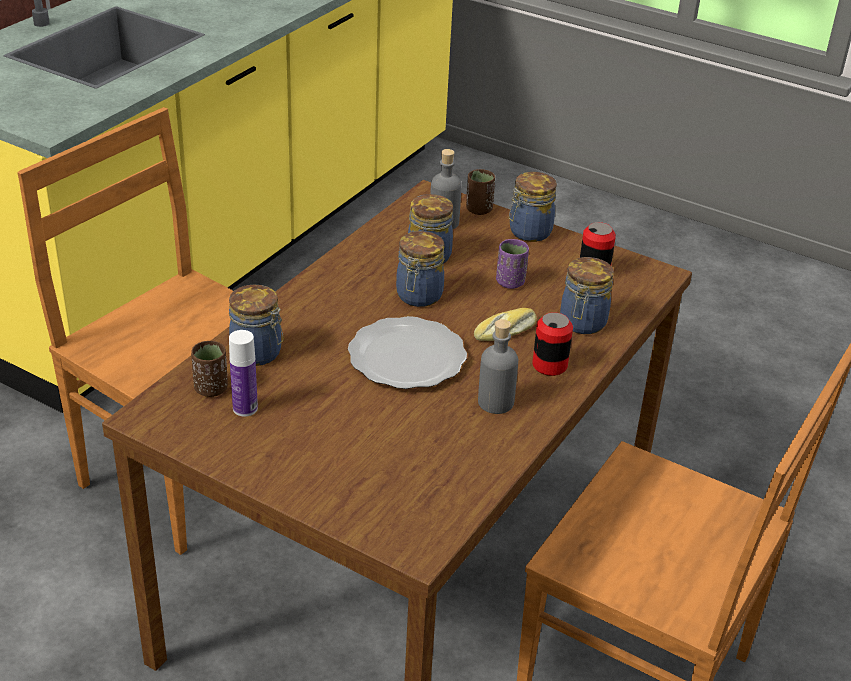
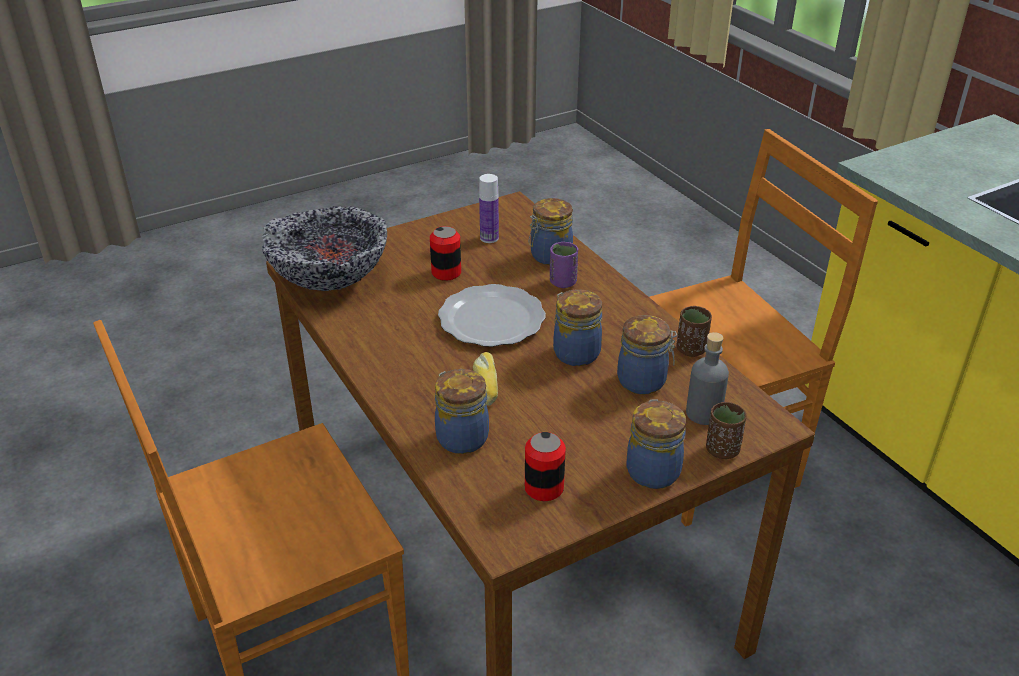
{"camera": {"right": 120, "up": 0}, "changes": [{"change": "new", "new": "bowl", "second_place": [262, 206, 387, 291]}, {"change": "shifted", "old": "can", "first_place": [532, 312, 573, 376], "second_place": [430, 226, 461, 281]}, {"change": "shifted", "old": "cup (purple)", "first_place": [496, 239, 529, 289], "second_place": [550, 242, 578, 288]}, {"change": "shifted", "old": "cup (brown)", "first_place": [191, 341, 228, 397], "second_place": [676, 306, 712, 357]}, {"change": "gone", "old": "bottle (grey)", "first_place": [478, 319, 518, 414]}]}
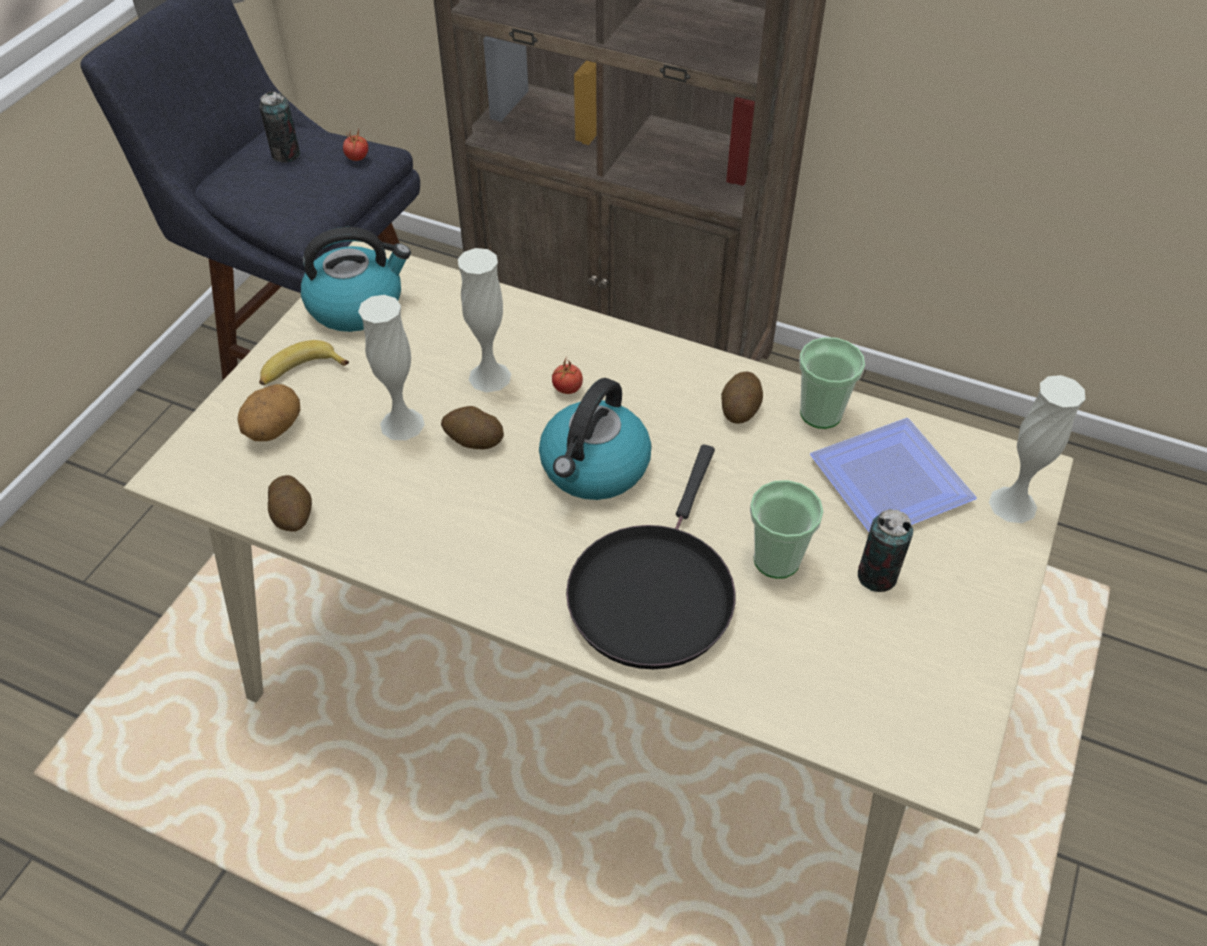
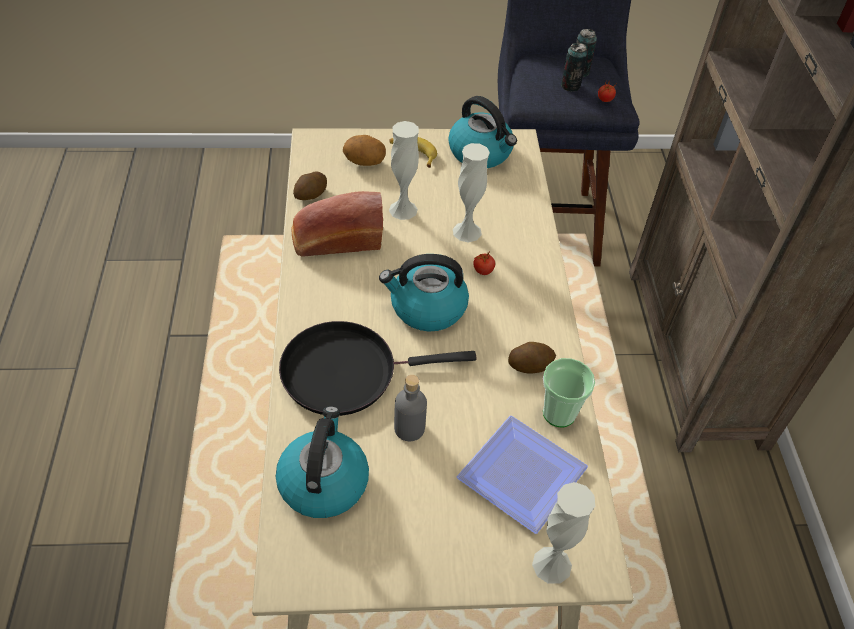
{"camera": {"right": 60, "up": 0}, "changes": [{"change": "new", "new": "kettle", "second_place": [276, 406, 369, 518]}, {"change": "new", "new": "bread", "second_place": [291, 191, 383, 256]}, {"change": "swapped", "old": "cup", "new": "bottle (grey)", "first_place": [750, 480, 824, 579], "second_place": [394, 375, 427, 441]}, {"change": "shifted", "old": "can", "first_place": [858, 509, 913, 592], "second_place": [561, 43, 588, 92]}, {"change": "gone", "old": "potato", "first_place": [441, 406, 504, 449]}]}
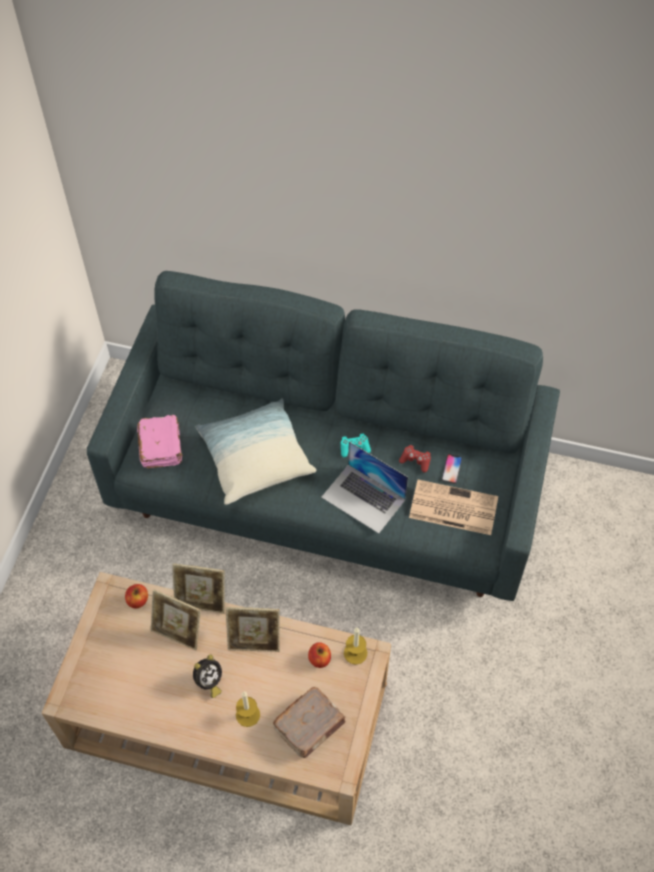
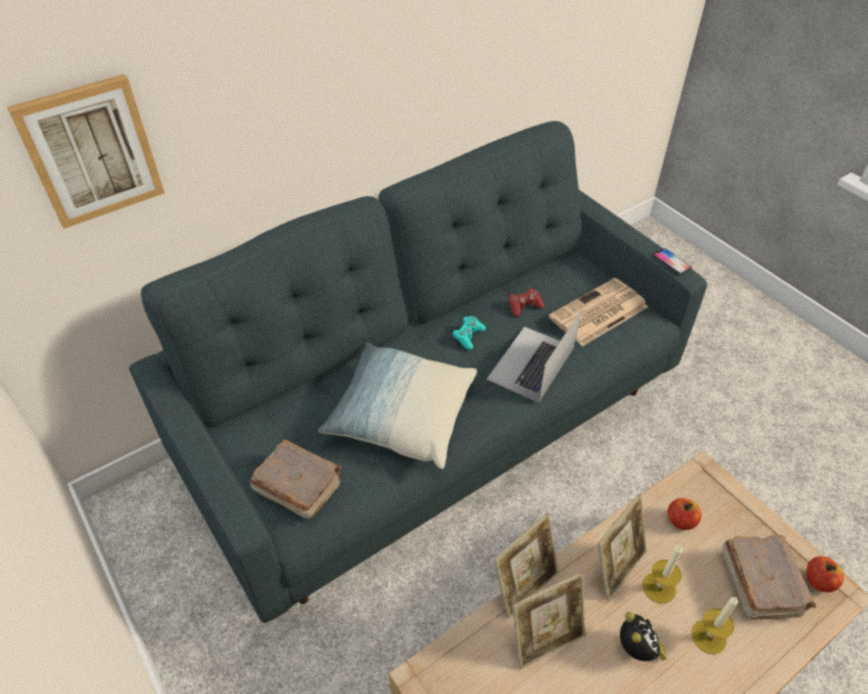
{"camera": {"right": -50, "up": -10}, "changes": [{"change": "new", "new": "picture", "second_place": [7, 74, 165, 229]}, {"change": "repainted", "old": "book (pink)", "new": "book (brown)", "first_place": [137, 415, 182, 469], "second_place": [250, 439, 342, 519]}, {"change": "rotated", "old": "laptop", "first_place": [321, 441, 408, 534], "second_place": [487, 310, 582, 403], "degrees": 135}, {"change": "shifted", "old": "candle", "first_place": [344, 628, 368, 665], "second_place": [642, 545, 682, 604]}, {"change": "shifted", "old": "phone", "first_place": [441, 454, 462, 484], "second_place": [653, 248, 692, 274]}, {"change": "shifted", "old": "apple", "first_place": [125, 584, 148, 609], "second_place": [806, 556, 844, 592]}]}
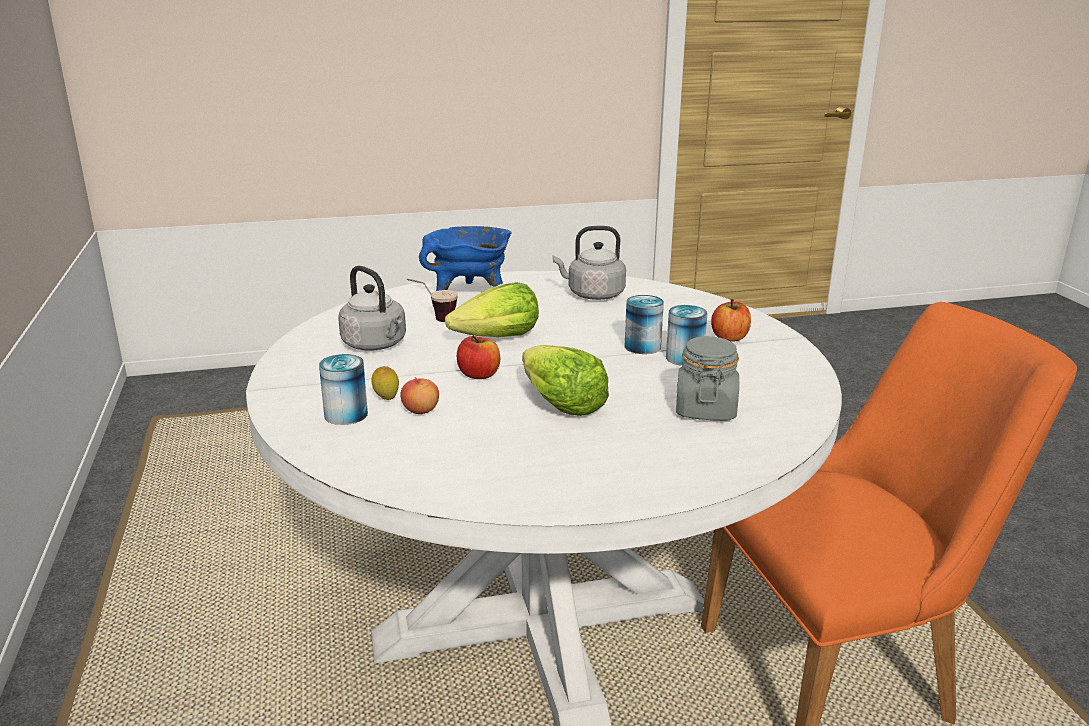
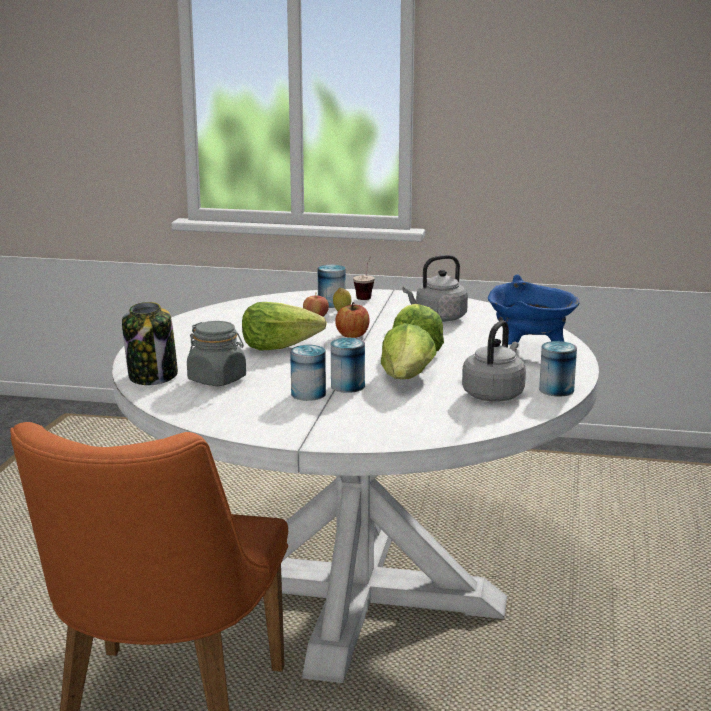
{"camera": {"right": 115, "up": -5}, "changes": [{"change": "new", "new": "jar", "second_place": [122, 302, 178, 385]}, {"change": "shifted", "old": "cup", "first_place": [407, 279, 458, 322], "second_place": [353, 256, 375, 300]}, {"change": "new", "new": "lettuce", "second_place": [381, 323, 437, 379]}, {"change": "new", "new": "can", "second_place": [539, 341, 577, 397]}, {"change": "gone", "old": "apple", "first_place": [711, 299, 751, 342]}]}
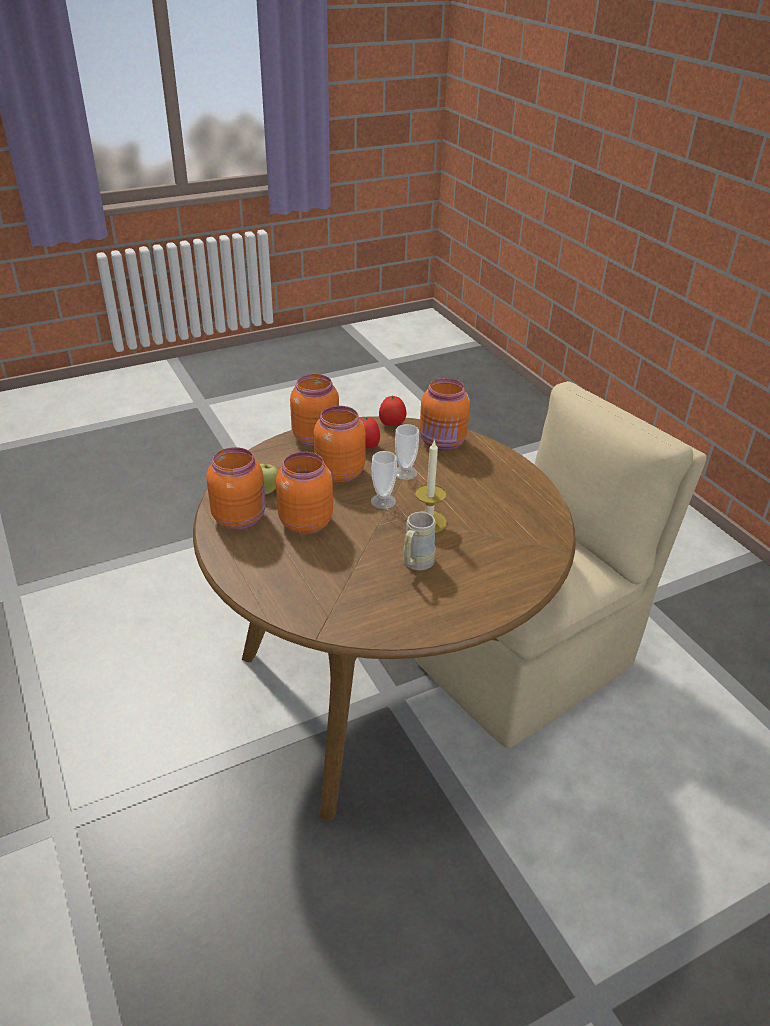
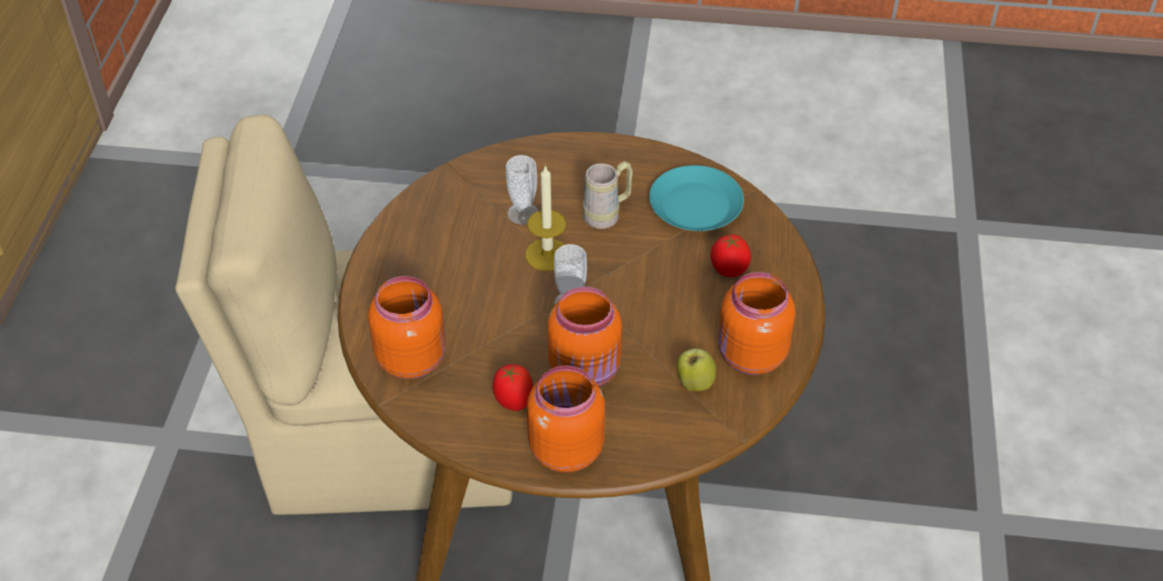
{"camera": {"right": -145, "up": 10}, "changes": [{"change": "shifted", "old": "cup", "first_place": [395, 424, 419, 480], "second_place": [506, 155, 538, 225]}, {"change": "new", "new": "plate (turquoise)", "second_place": [649, 165, 744, 231]}, {"change": "shifted", "old": "tomato", "first_place": [379, 395, 406, 426], "second_place": [710, 234, 751, 277]}, {"change": "gone", "old": "jar (orange)", "first_place": [276, 452, 333, 534]}]}
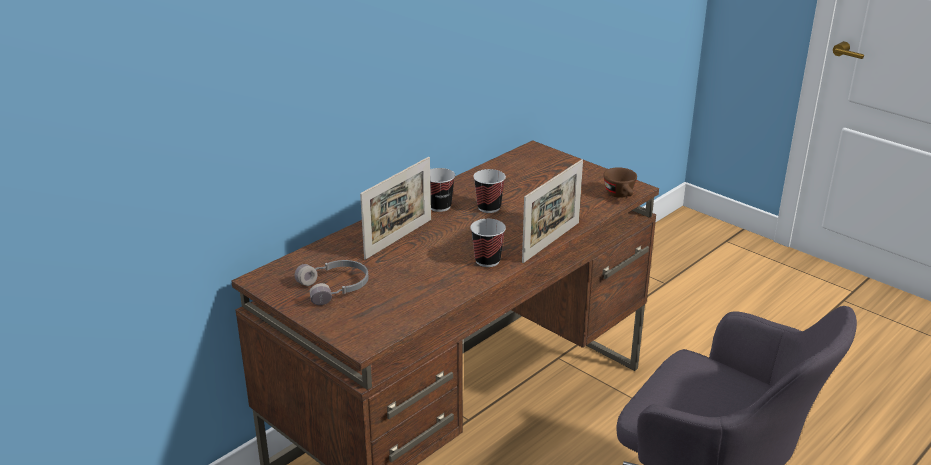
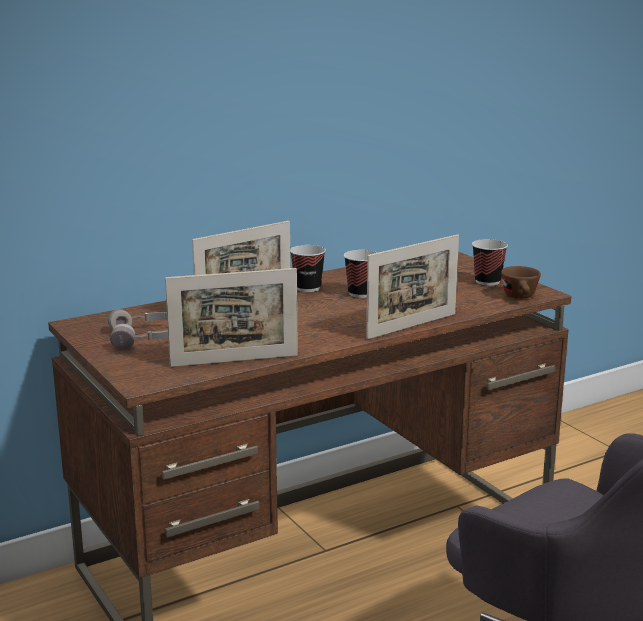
{"camera": {"right": 15, "up": -10}, "changes": [{"change": "new", "new": "picture frame", "second_place": [165, 268, 298, 367]}, {"change": "shifted", "old": "cup", "first_place": [470, 219, 506, 267], "second_place": [472, 239, 508, 286]}]}
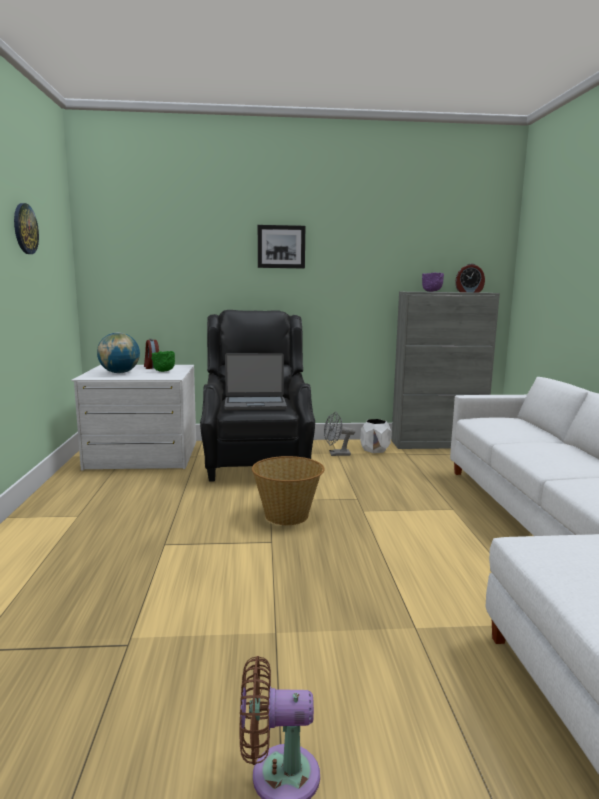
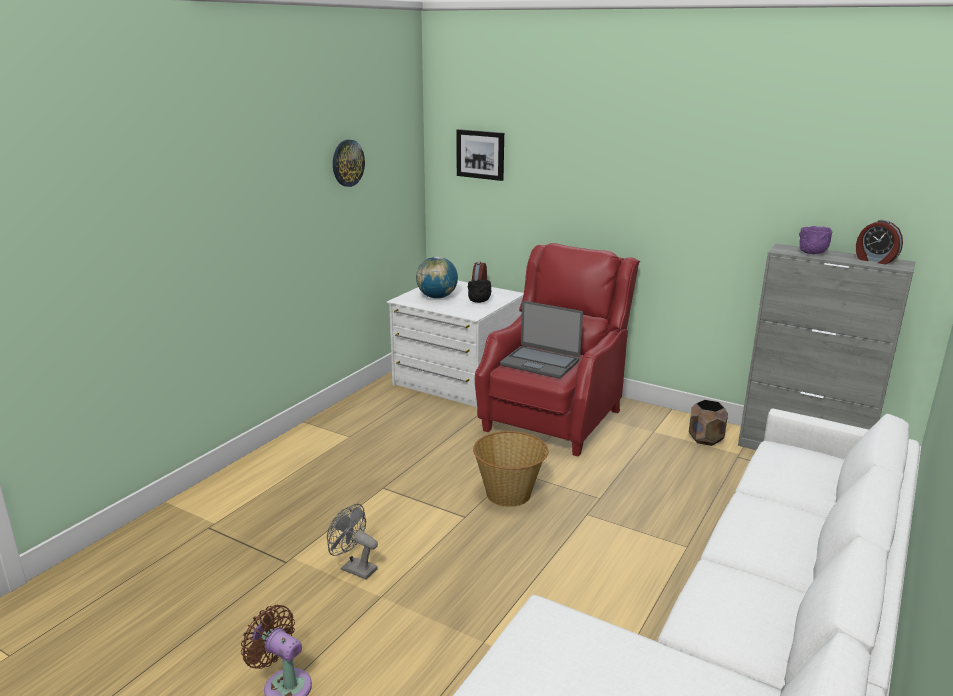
{"camera": {"right": 35, "up": 10}, "changes": [{"change": "shifted", "old": "fan (grey)", "first_place": [324, 412, 355, 456], "second_place": [327, 504, 378, 580]}, {"change": "shifted", "old": "picture", "first_place": [258, 225, 305, 268], "second_place": [456, 129, 504, 181]}, {"change": "repainted", "old": "bowl (green)", "new": "bowl (black)", "first_place": [151, 351, 175, 372], "second_place": [468, 279, 491, 303]}, {"change": "repainted", "old": "armchair (black)", "new": "armchair (red)", "first_place": [200, 310, 315, 482], "second_place": [475, 243, 640, 457]}, {"change": "repainted", "old": "planter (white)", "new": "planter (brown)", "first_place": [360, 419, 391, 453], "second_place": [689, 400, 728, 446]}]}
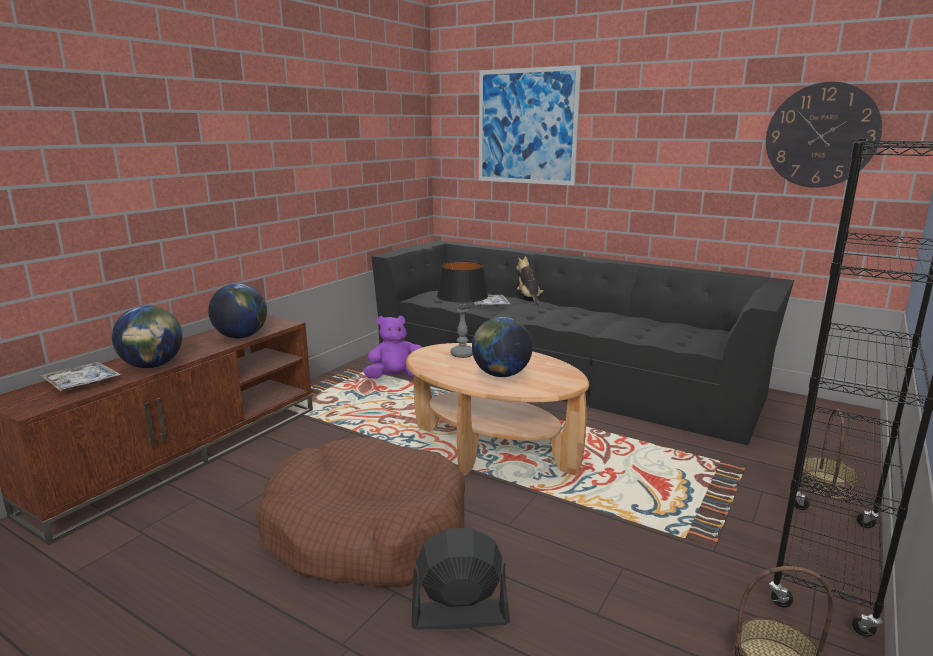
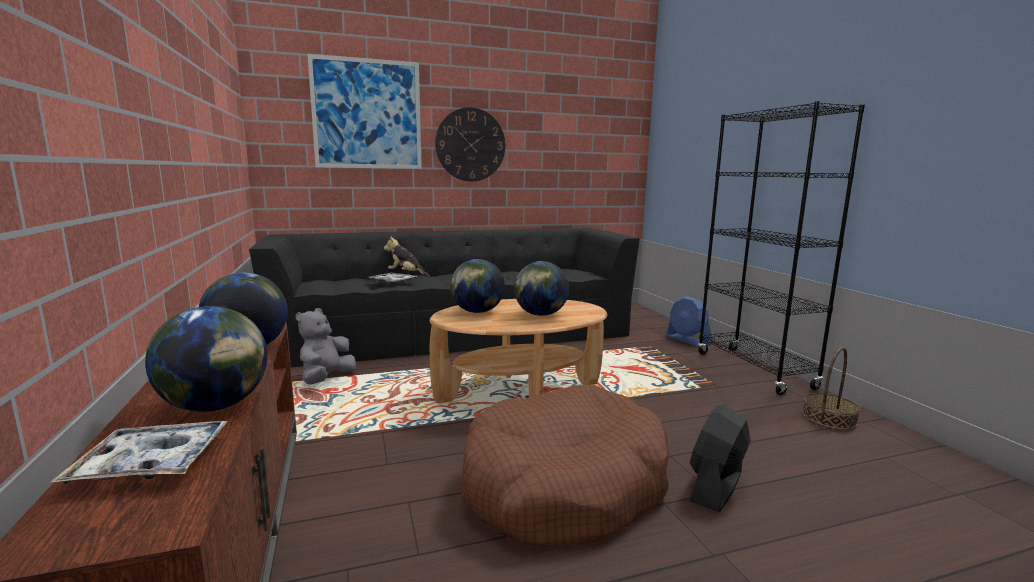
{"camera": {"right": -50, "up": -5}, "changes": [{"change": "repainted", "old": "plush toy (purple)", "new": "plush toy (grey)", "first_place": [363, 316, 422, 379], "second_place": [296, 308, 356, 385]}, {"change": "shifted", "old": "wall clock", "first_place": [766, 82, 882, 188], "second_place": [435, 107, 505, 182]}, {"change": "swapped", "old": "table lamp", "new": "globe", "first_place": [437, 261, 488, 358], "second_place": [450, 259, 505, 313]}, {"change": "swapped", "old": "basket", "new": "fan (blue)", "first_place": [801, 409, 859, 499], "second_place": [666, 296, 712, 347]}]}
